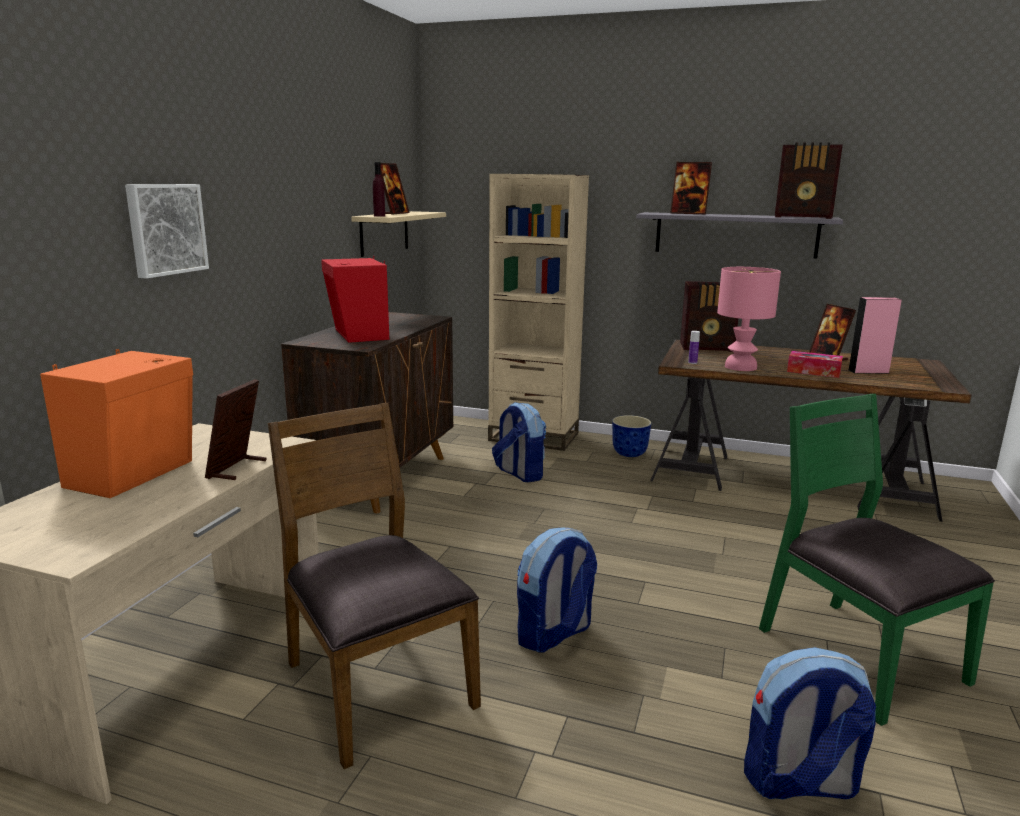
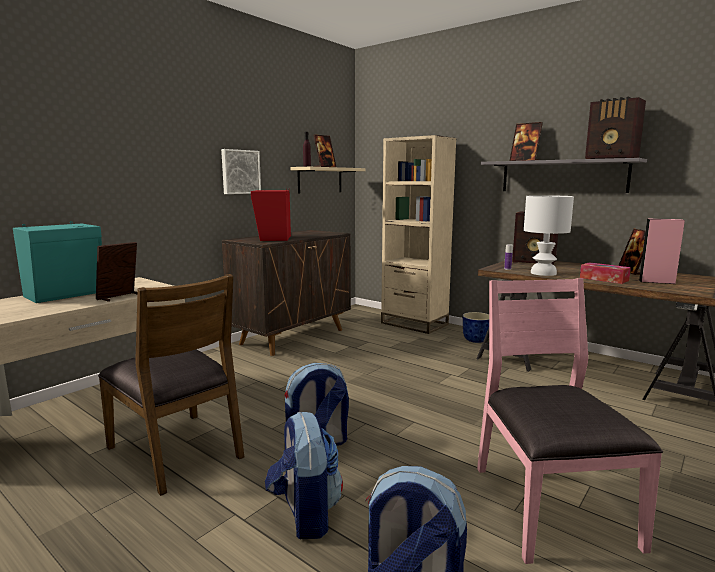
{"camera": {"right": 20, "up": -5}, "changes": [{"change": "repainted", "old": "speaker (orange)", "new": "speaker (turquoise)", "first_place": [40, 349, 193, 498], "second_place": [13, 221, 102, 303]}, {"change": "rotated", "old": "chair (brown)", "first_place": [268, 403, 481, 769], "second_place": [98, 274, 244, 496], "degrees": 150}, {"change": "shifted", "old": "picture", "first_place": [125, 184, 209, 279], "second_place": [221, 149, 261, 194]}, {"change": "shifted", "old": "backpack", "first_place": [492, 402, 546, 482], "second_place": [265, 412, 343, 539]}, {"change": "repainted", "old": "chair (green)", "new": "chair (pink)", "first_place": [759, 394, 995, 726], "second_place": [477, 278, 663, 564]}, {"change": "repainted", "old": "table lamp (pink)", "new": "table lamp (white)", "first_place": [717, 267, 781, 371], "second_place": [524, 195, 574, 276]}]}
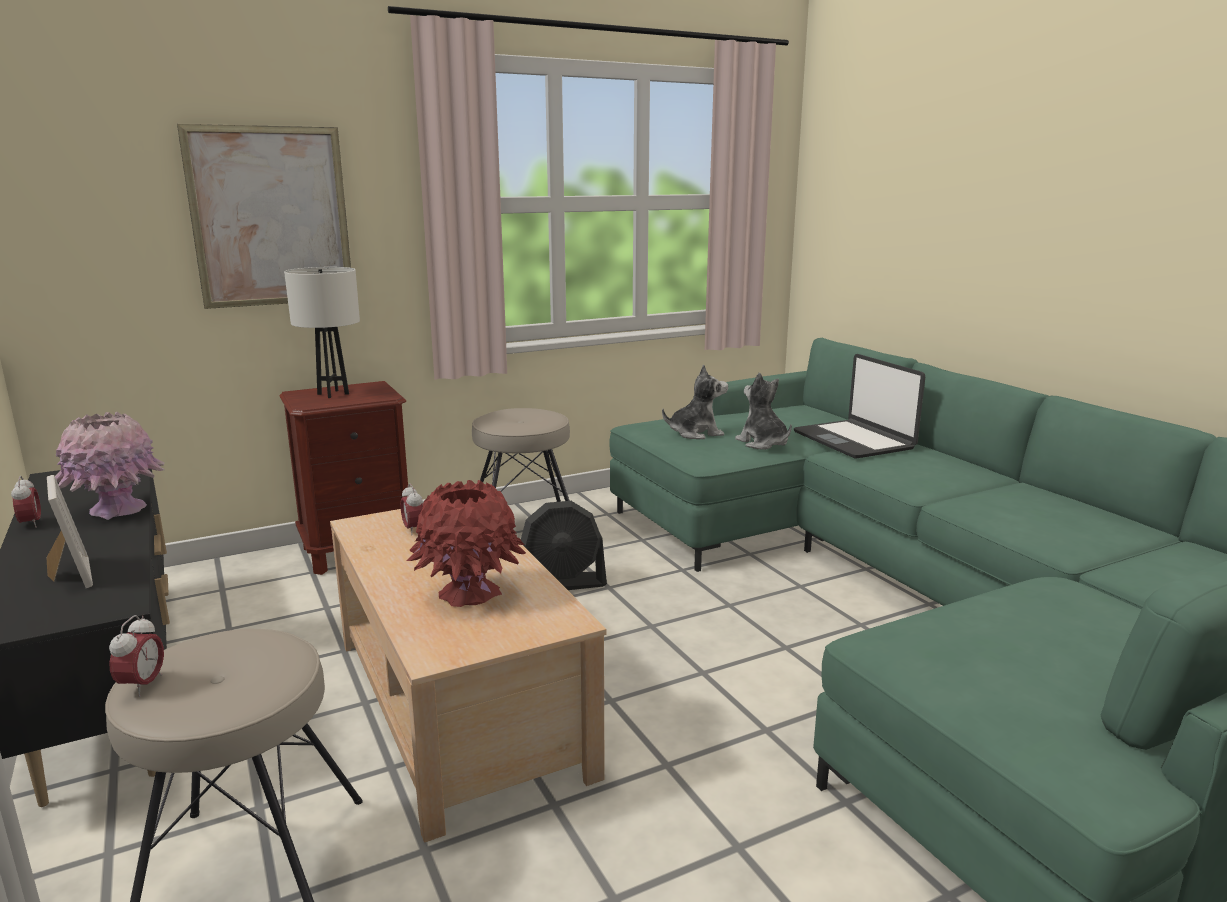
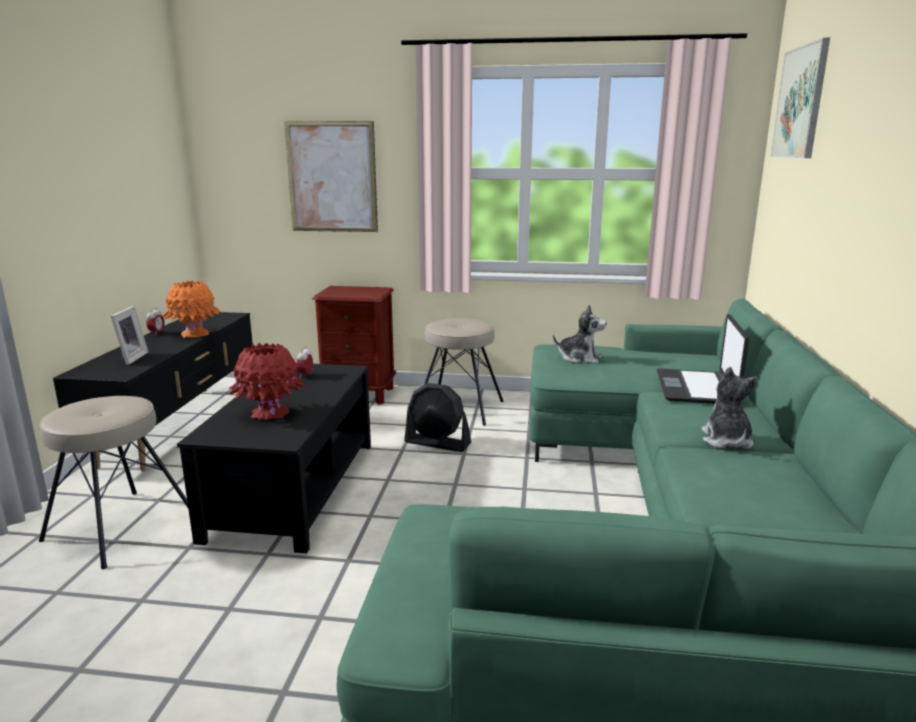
{"camera": {"right": 35, "up": 0}, "changes": [{"change": "repainted", "old": "vase (pink)", "new": "vase (orange)", "first_place": [55, 412, 165, 520], "second_place": [163, 281, 221, 338]}, {"change": "repainted", "old": "coffee table (beige)", "new": "coffee table (black)", "first_place": [330, 509, 606, 843], "second_place": [177, 364, 371, 553]}, {"change": "shifted", "old": "plush toy", "first_place": [735, 373, 792, 450], "second_place": [702, 367, 758, 449]}, {"change": "new", "new": "picture", "second_place": [770, 38, 830, 158]}, {"change": "gone", "old": "alarm clock", "first_place": [109, 615, 164, 697]}, {"change": "gone", "old": "table lamp (white)", "first_place": [284, 267, 360, 398]}]}
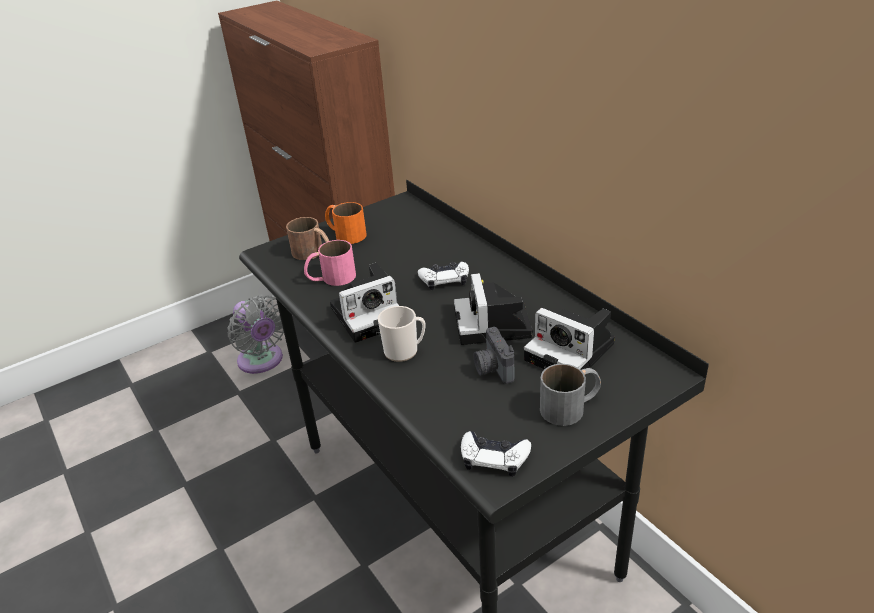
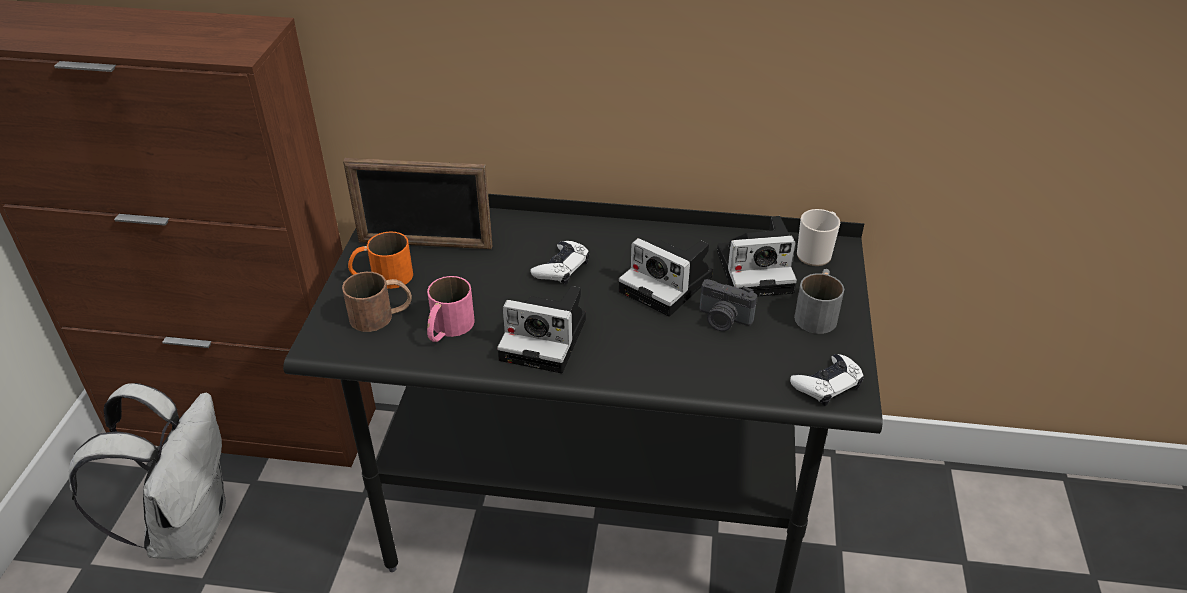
{"camera": {"right": -50, "up": 5}, "changes": [{"change": "swapped", "old": "fan (grey)", "new": "backpack (white)", "first_place": [227, 295, 284, 374], "second_place": [69, 383, 226, 559]}, {"change": "new", "new": "picture frame", "second_place": [343, 158, 492, 249]}, {"change": "rotated", "old": "photo camera", "first_place": [330, 263, 399, 343], "second_place": [497, 286, 586, 373], "degrees": 90}, {"change": "shifted", "old": "mug", "first_place": [378, 306, 426, 362], "second_place": [797, 209, 840, 266]}]}
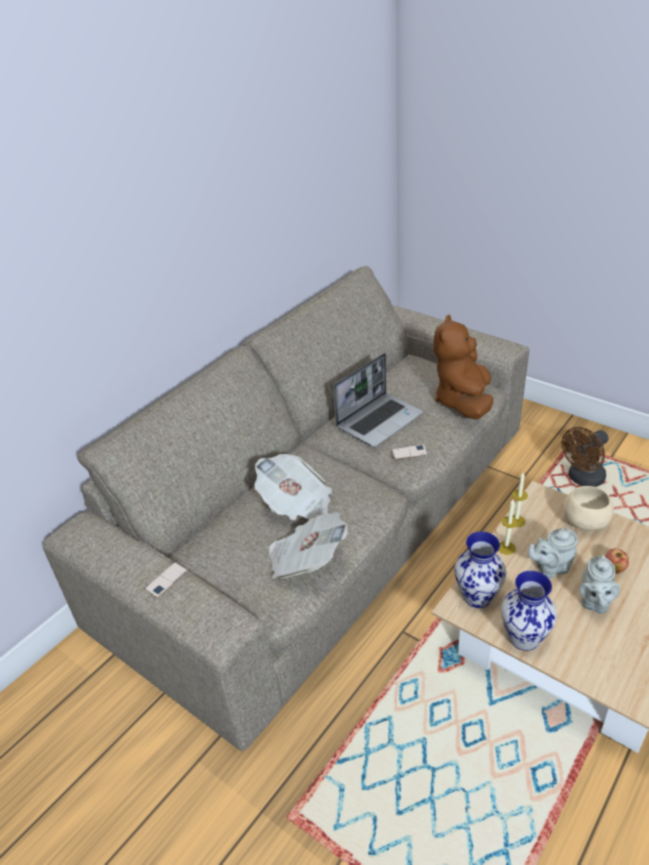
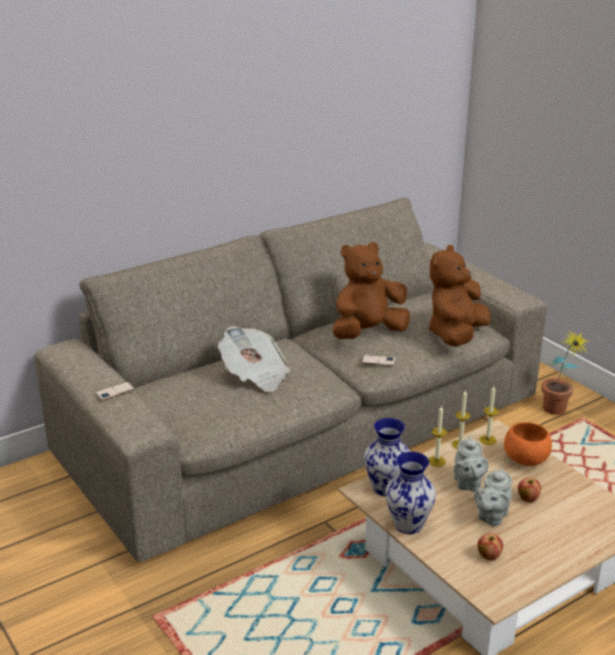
{"camera": {"right": 15, "up": -10}, "changes": [{"change": "swapped", "old": "laptop", "new": "plush toy (brown)", "first_place": [333, 353, 423, 447], "second_place": [333, 242, 410, 339]}, {"change": "rotated", "old": "teapot (grey)", "first_place": [528, 528, 578, 578], "second_place": [454, 436, 489, 492], "degrees": -90}, {"change": "new", "new": "apple", "second_place": [478, 533, 503, 561]}, {"change": "new", "new": "candle", "second_place": [479, 386, 499, 445]}, {"change": "repainted", "old": "bowl (beige)", "new": "bowl (orange)", "first_place": [563, 486, 614, 531], "second_place": [504, 422, 552, 466]}, {"change": "new", "new": "potted plant", "second_place": [542, 330, 590, 415]}, {"change": "gone", "old": "newspaper", "first_place": [269, 512, 348, 579]}, {"change": "gone", "old": "fan (brown)", "first_place": [561, 427, 609, 487]}]}
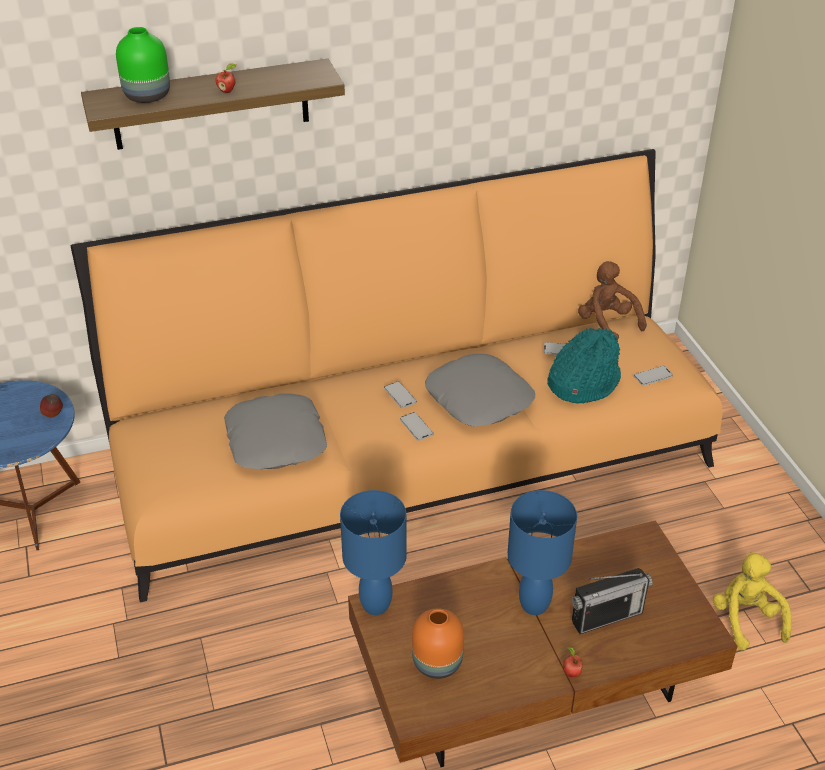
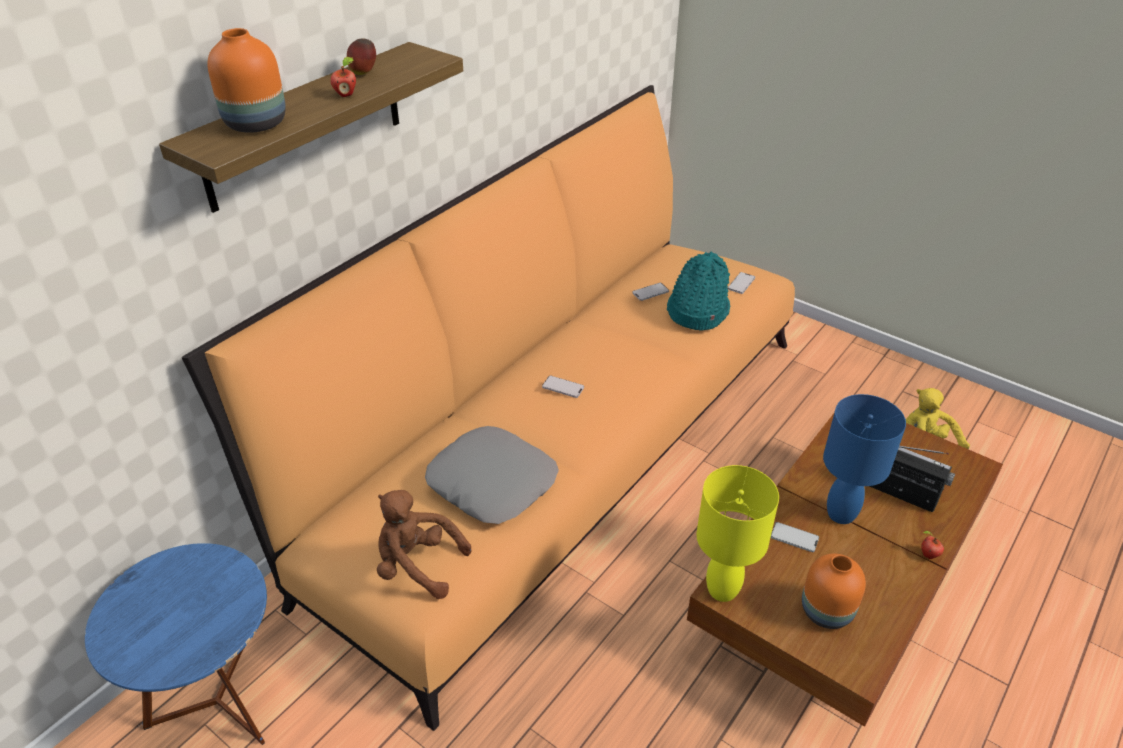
{"camera": {"right": -35, "up": 0}, "changes": [{"change": "repainted", "old": "vase (green)", "new": "vase (orange)", "first_place": [116, 27, 170, 103], "second_place": [207, 28, 286, 133]}, {"change": "shifted", "old": "apple", "first_place": [40, 394, 63, 418], "second_place": [347, 38, 376, 75]}, {"change": "shifted", "old": "plush toy (brown)", "first_place": [578, 261, 647, 340], "second_place": [377, 490, 471, 599]}, {"change": "repainted", "old": "table lamp (blue)", "new": "table lamp (yellow)", "first_place": [340, 490, 407, 615], "second_place": [696, 465, 779, 602]}, {"change": "shifted", "old": "phone", "first_place": [400, 412, 433, 441], "second_place": [771, 522, 819, 552]}, {"change": "rotated", "old": "radio", "first_place": [572, 568, 653, 634], "second_place": [870, 446, 955, 512], "degrees": -90}, {"change": "gone", "old": "pillow (grey)", "first_place": [425, 354, 535, 427]}]}
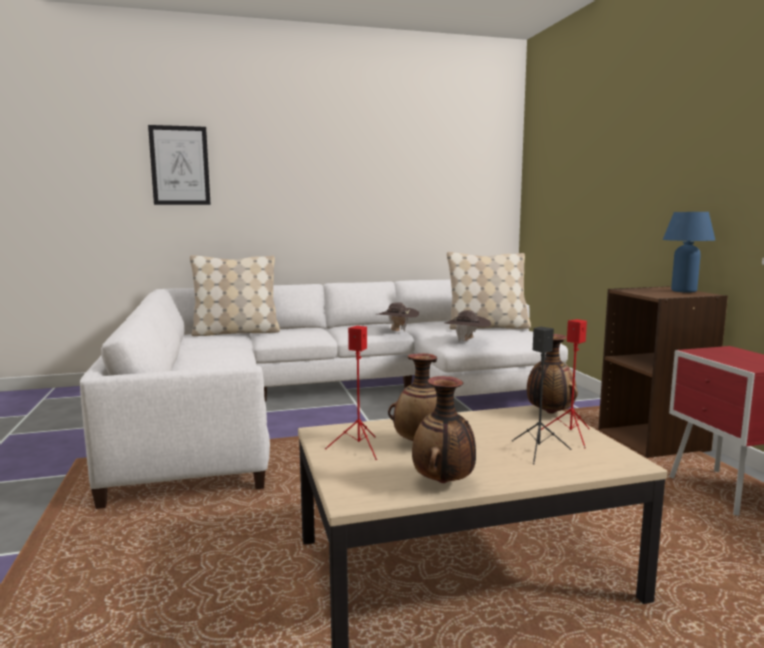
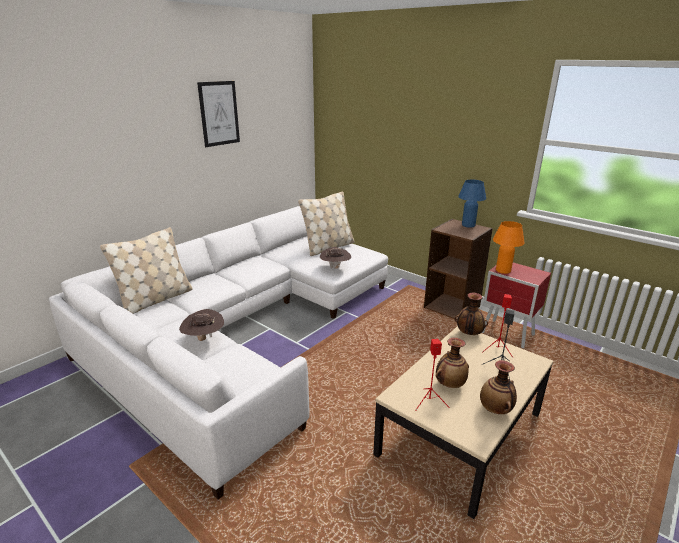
{"camera": {"right": -35, "up": 15}, "changes": [{"change": "shifted", "old": "hat (brown)", "first_place": [378, 302, 419, 332], "second_place": [179, 309, 224, 341]}, {"change": "shifted", "old": "picture", "first_place": [148, 125, 211, 205], "second_place": [197, 81, 240, 147]}, {"change": "new", "new": "table lamp (orange)", "second_place": [493, 221, 525, 274]}]}
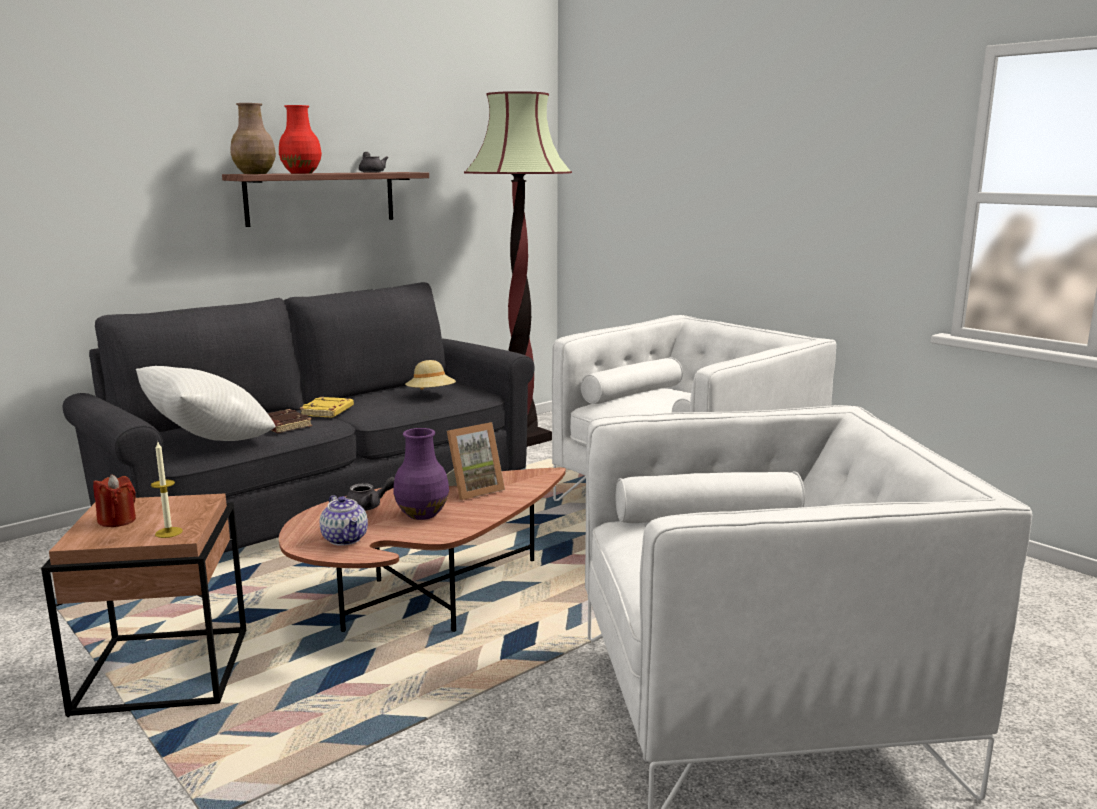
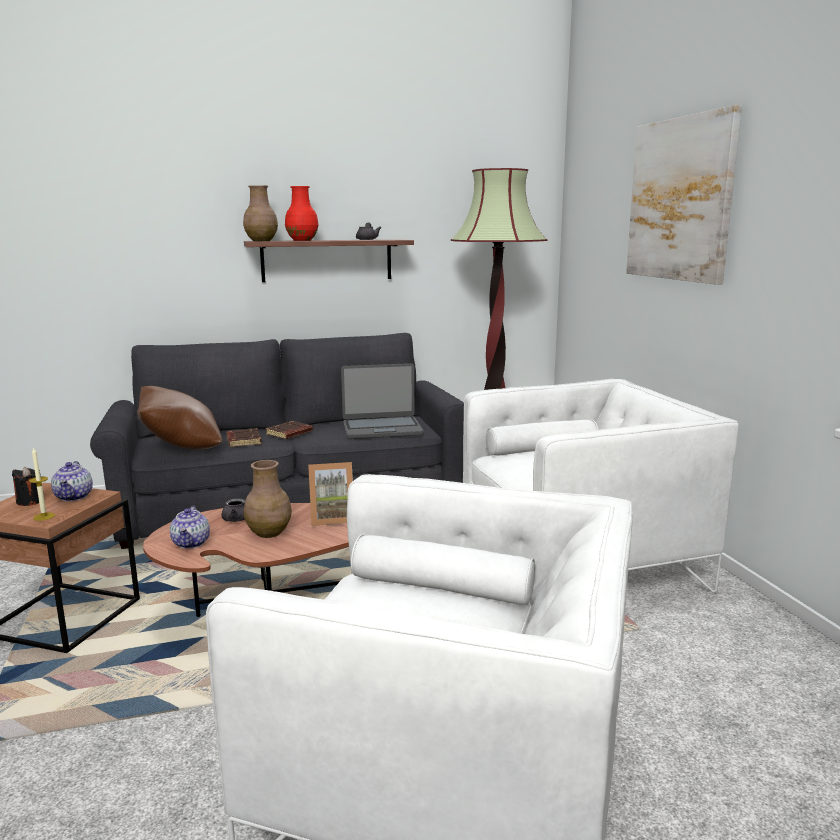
{"camera": {"right": 25, "up": 0}, "changes": [{"change": "repainted", "old": "candle (red)", "new": "candle (black)", "first_place": [93, 474, 136, 527], "second_place": [12, 467, 41, 506]}, {"change": "new", "new": "teapot", "second_place": [51, 461, 93, 501]}, {"change": "repainted", "old": "pillow (white)", "new": "pillow (brown)", "first_place": [136, 366, 275, 441], "second_place": [137, 386, 222, 449]}, {"change": "repainted", "old": "vase (purple)", "new": "vase (brown)", "first_place": [393, 428, 449, 520], "second_place": [244, 460, 292, 538]}, {"change": "repainted", "old": "book (yellow)", "new": "book (brown)", "first_place": [299, 397, 354, 418], "second_place": [266, 421, 313, 439]}, {"change": "swapped", "old": "hat (beige)", "new": "laptop", "first_place": [405, 360, 456, 390], "second_place": [341, 363, 424, 439]}, {"change": "new", "new": "picture", "second_place": [626, 105, 742, 285]}]}
